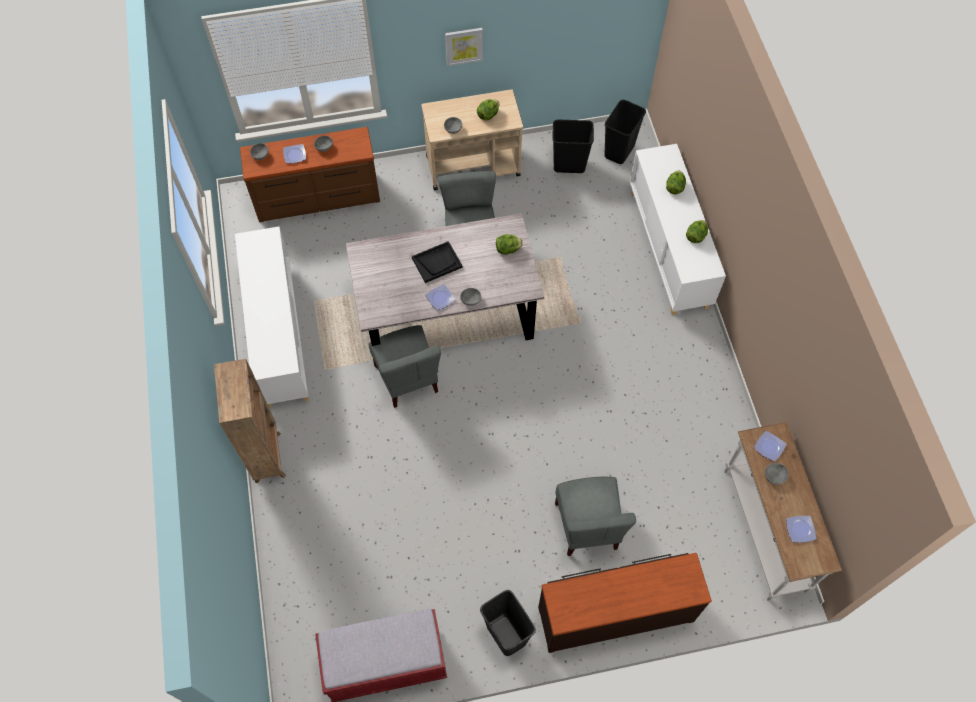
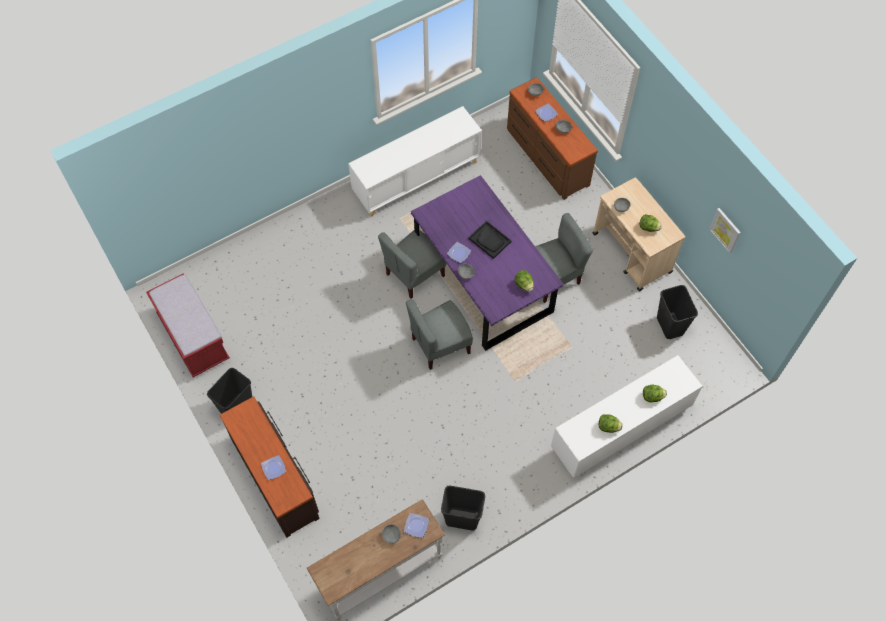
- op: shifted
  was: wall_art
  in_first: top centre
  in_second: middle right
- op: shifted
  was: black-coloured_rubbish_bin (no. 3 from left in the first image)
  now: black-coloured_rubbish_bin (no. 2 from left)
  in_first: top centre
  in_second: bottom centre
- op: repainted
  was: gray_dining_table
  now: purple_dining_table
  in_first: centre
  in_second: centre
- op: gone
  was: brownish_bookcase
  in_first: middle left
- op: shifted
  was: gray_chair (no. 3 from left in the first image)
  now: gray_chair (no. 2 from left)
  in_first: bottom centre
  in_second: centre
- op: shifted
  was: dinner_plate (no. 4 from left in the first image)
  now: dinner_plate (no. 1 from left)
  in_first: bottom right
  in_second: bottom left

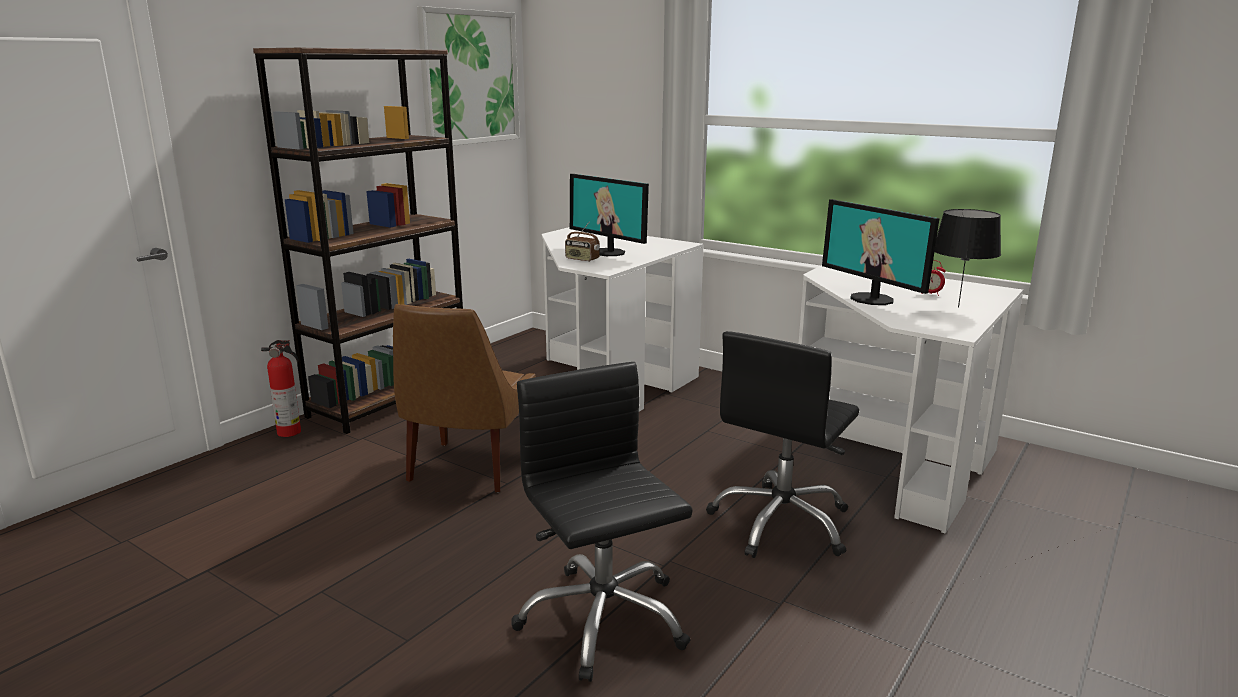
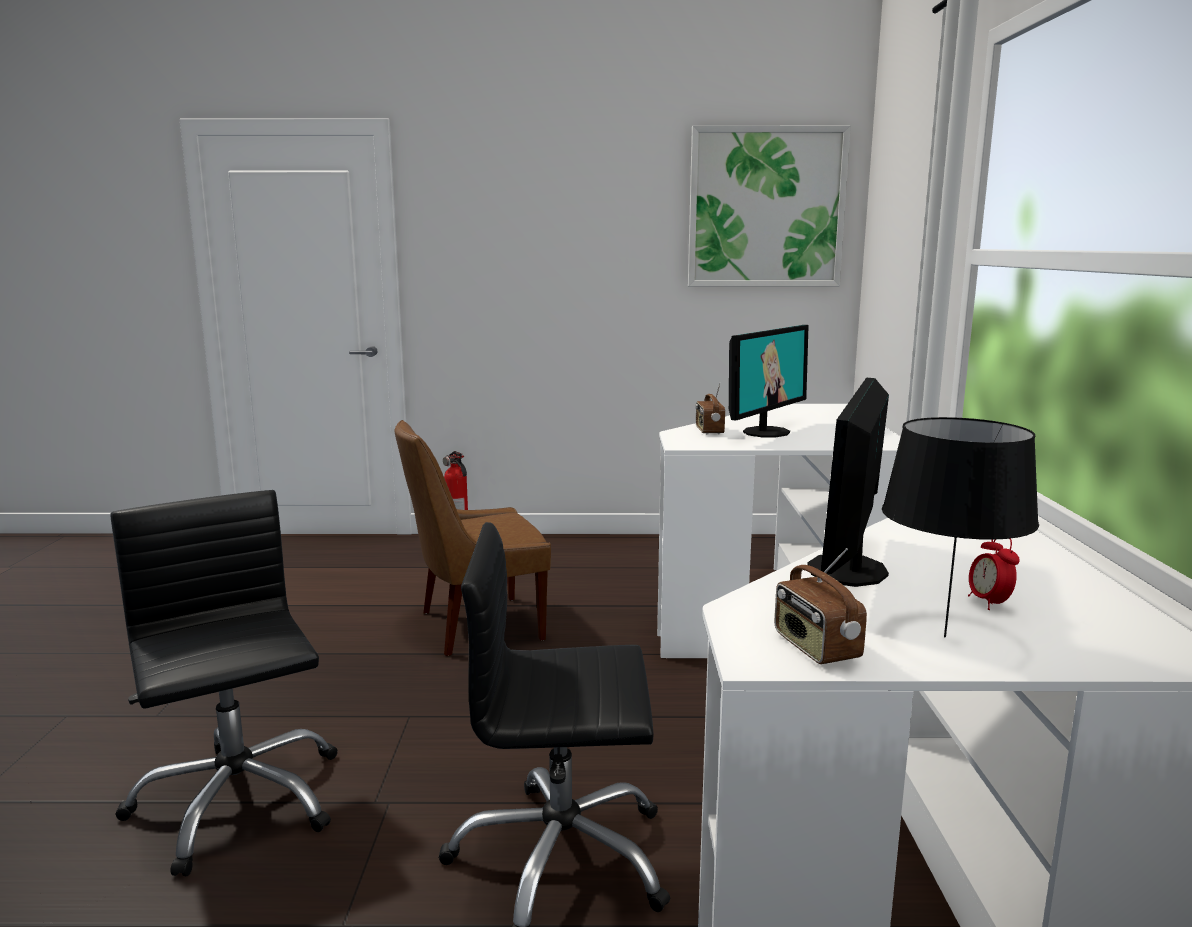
- op: gone
  was: brownish_bookcase
  in_first: middle left
- op: rotated
  was: computer_screen (no. 1 from left)
  in_first: top centre
  in_second: centre
  clockwise: -150
- op: rotated
  was: black-coloured_office_chair (no. 1 from left)
  in_first: bottom centre
  in_second: bottom left
  clockwise: -60
- op: new
  now: radio (no. 2 from left)
  in_second: middle right

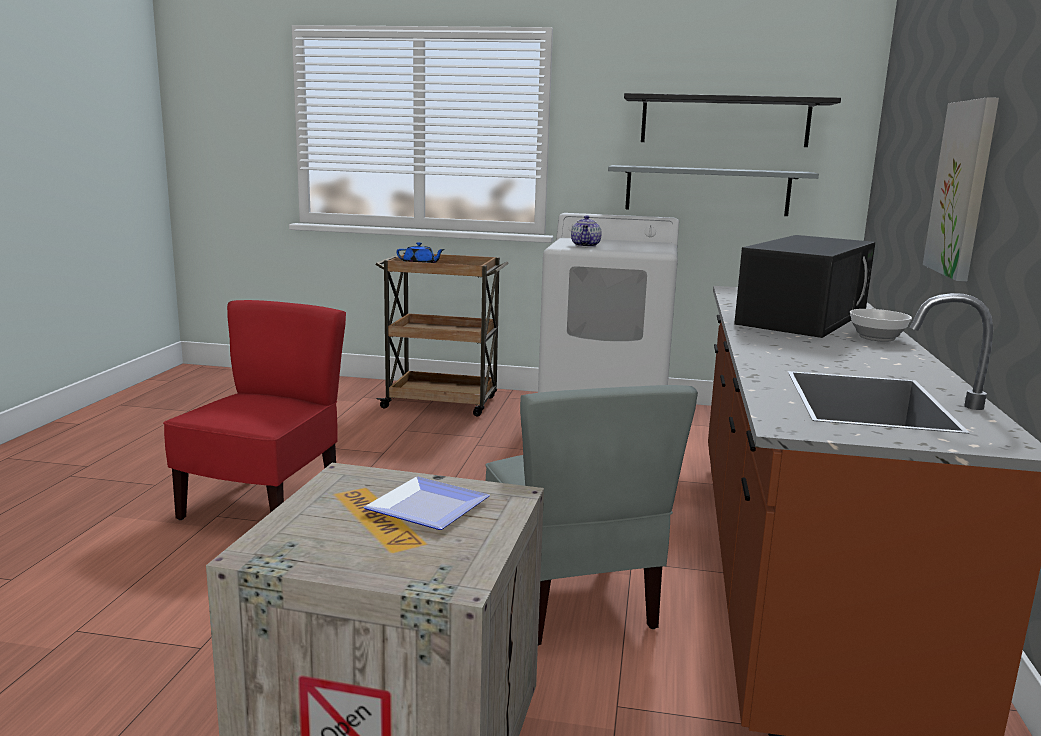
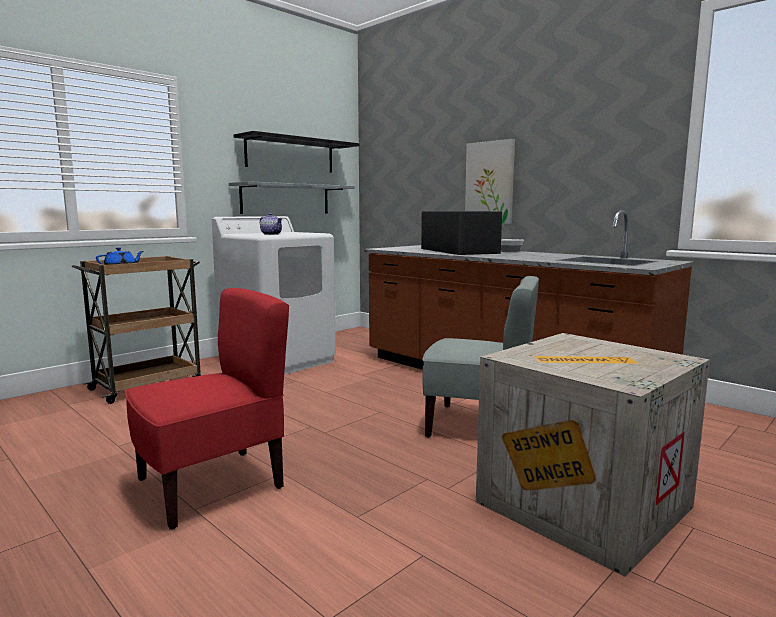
- op: rotated
  was: reddish_chair
  in_first: middle left
  in_second: middle left
  clockwise: 90
- op: gone
  was: dinner_plate
  in_first: bottom centre

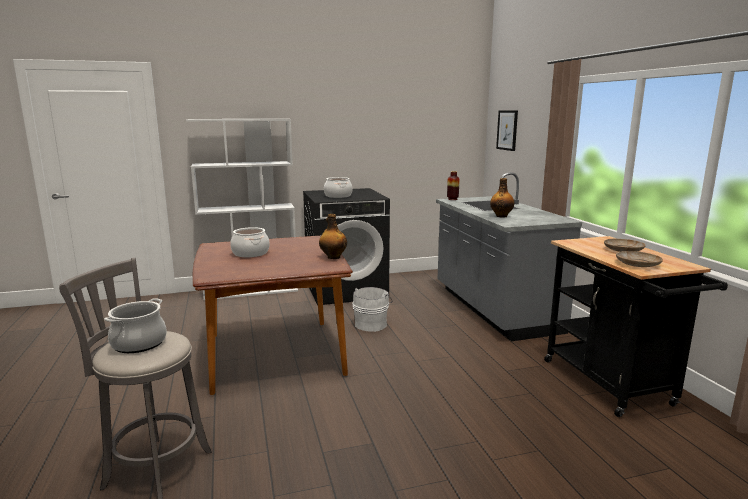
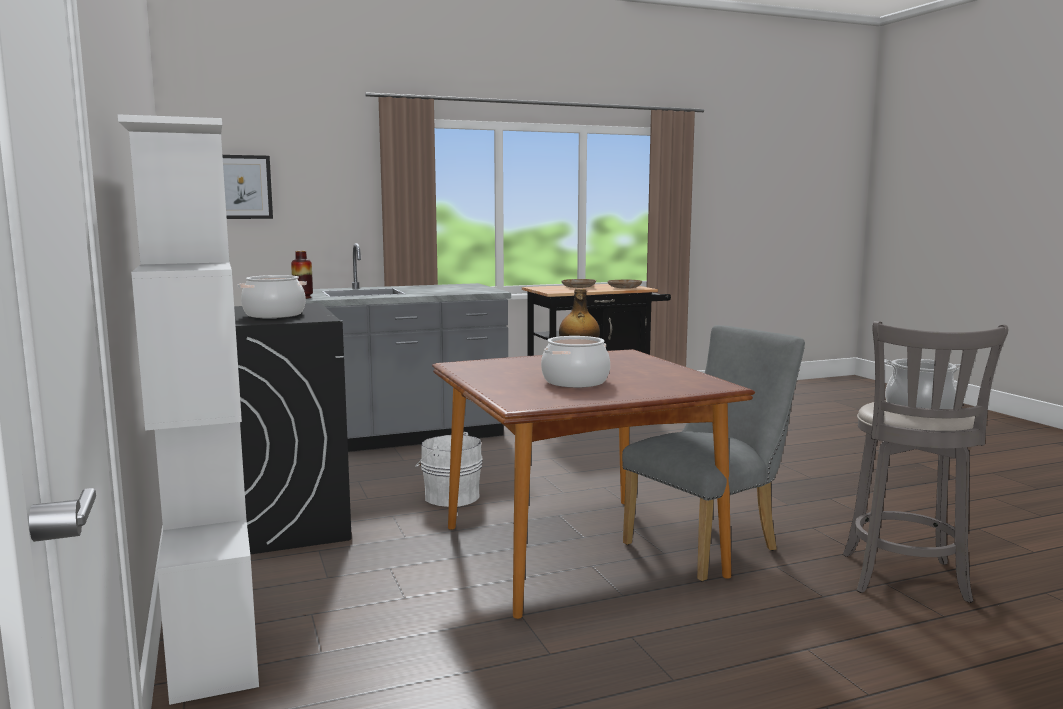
- op: gone
  was: drink_bottle (no. 2 from left)
  in_first: middle right
- op: new
  now: gray_chair
  in_second: middle right

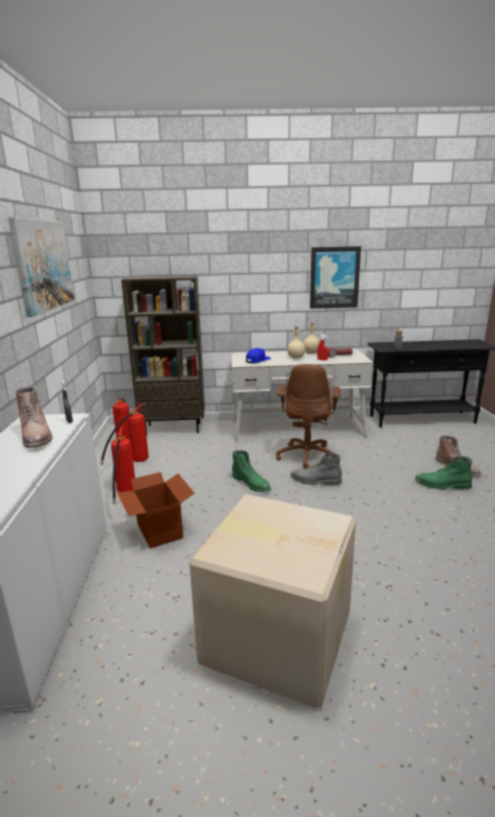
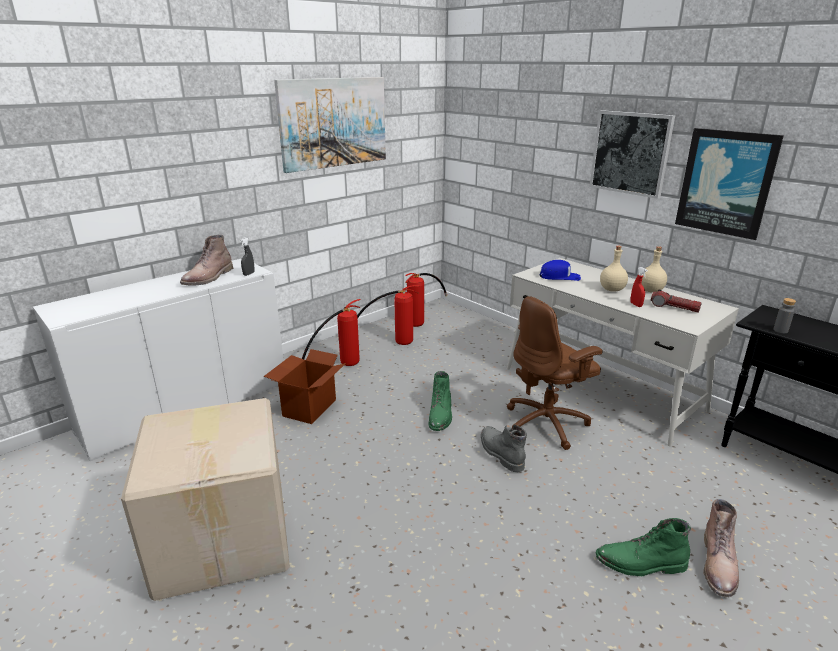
- op: gone
  was: brownish_bookcase
  in_first: middle left
- op: rotated
  was: green_boot (no. 2 from left)
  in_first: middle right
  in_second: bottom right
  clockwise: -60
- op: new
  now: wall_art (no. 2 from left)
  in_second: top right

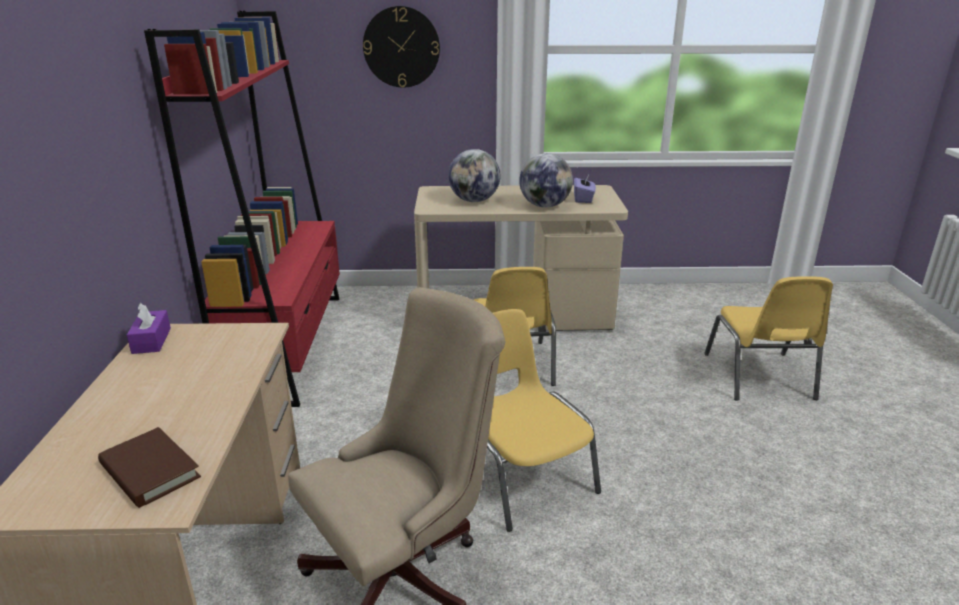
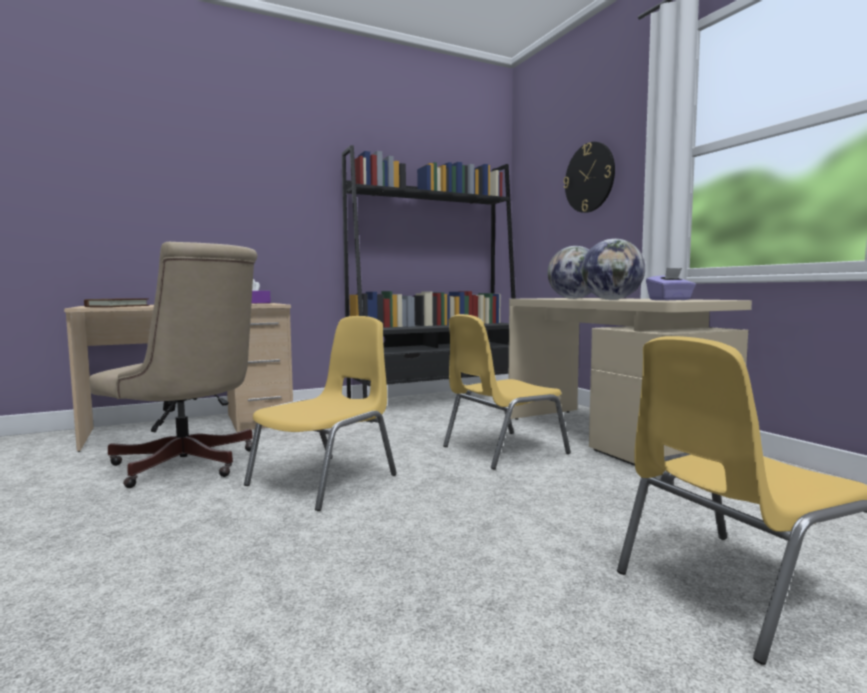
- op: repainted
  was: reddish_bookcase
  now: black-coloured_bookcase
  in_first: middle left
  in_second: centre

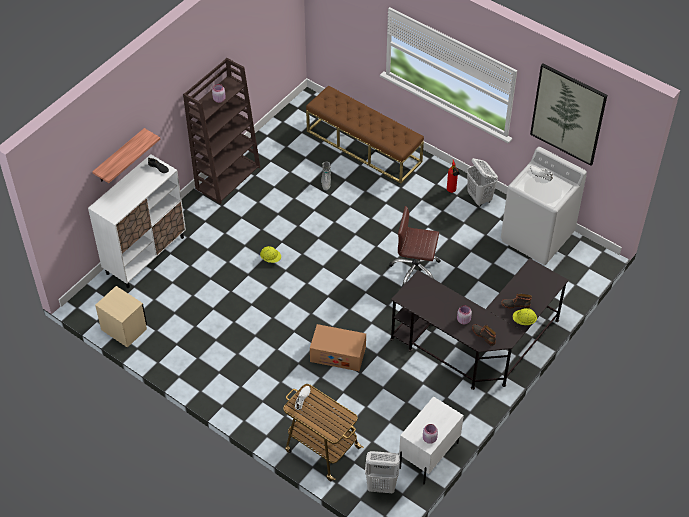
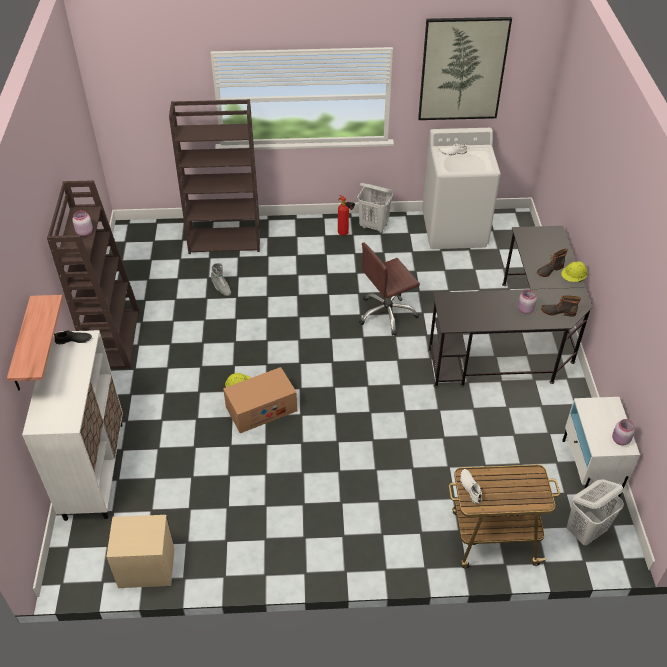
- op: swapped
  was: brownish_long_seat
  now: brownish_bookcase (no. 2 from left)
  in_first: top centre
  in_second: top left
- op: shifted
  was: carton
  in_first: bottom centre
  in_second: centre

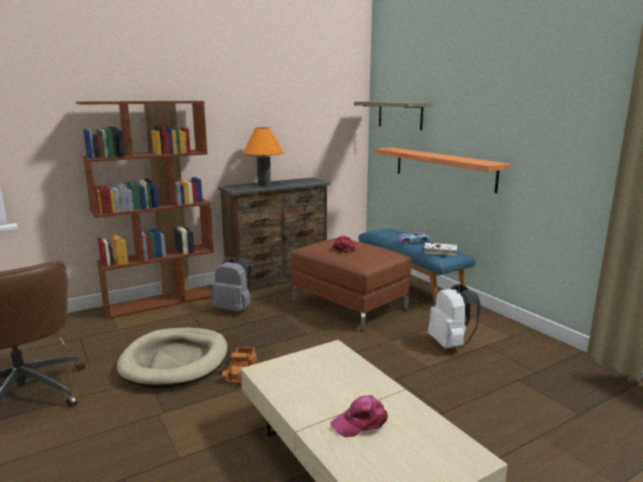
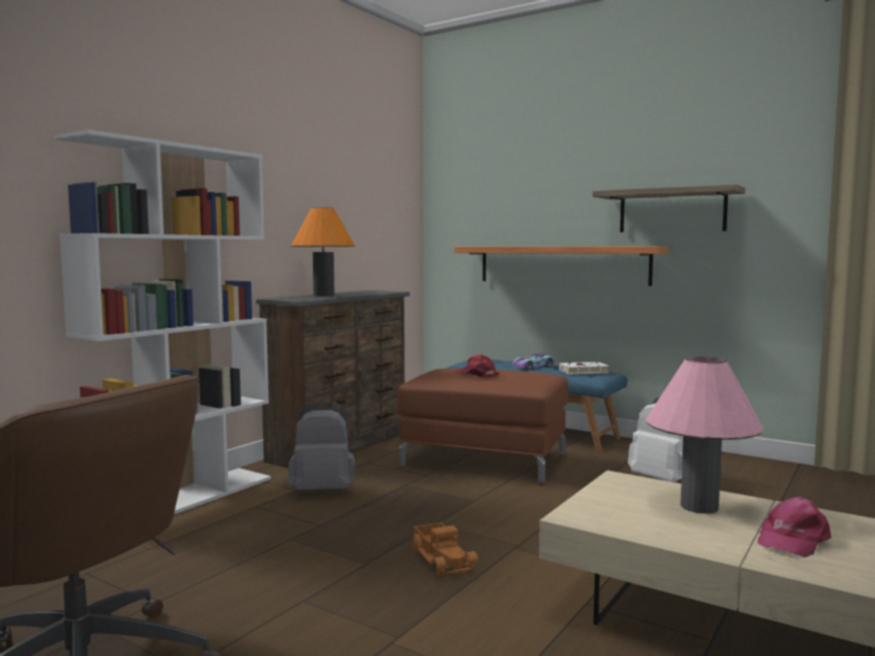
- op: repainted
  was: brownish_bookcase
  now: white_bookcase
  in_first: middle left
  in_second: middle left
- op: shifted
  was: shelf (no. 1 from left in the first image)
  now: shelf (no. 2 from left)
  in_first: top centre
  in_second: top right
- op: gone
  was: beige-coloured_dog_cushion
  in_first: bottom left
- op: new
  now: pink_lamp_for_a_table
  in_second: middle right

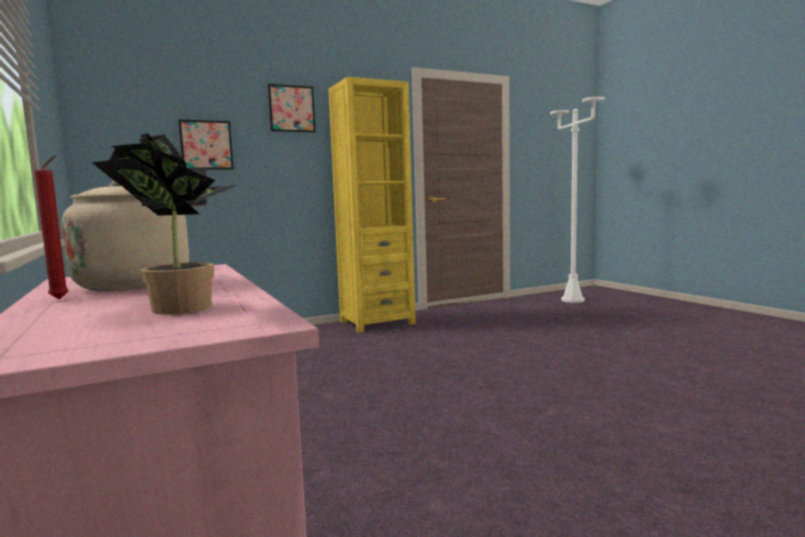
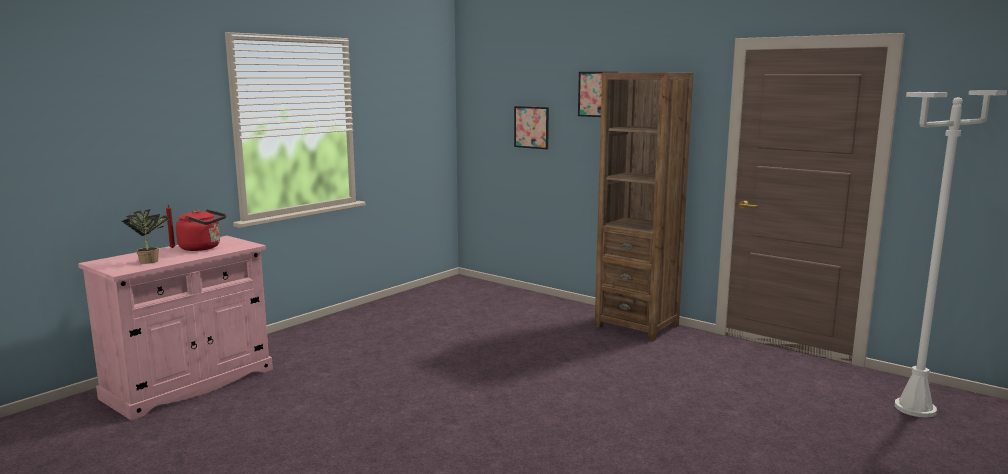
- op: repainted
  was: yellow-coloured_bookcase
  now: brownish_bookcase
  in_first: centre
  in_second: centre
- op: repainted
  was: beige-coloured_tea_kettle
  now: reddish_tea_kettle
  in_first: middle left
  in_second: middle left

